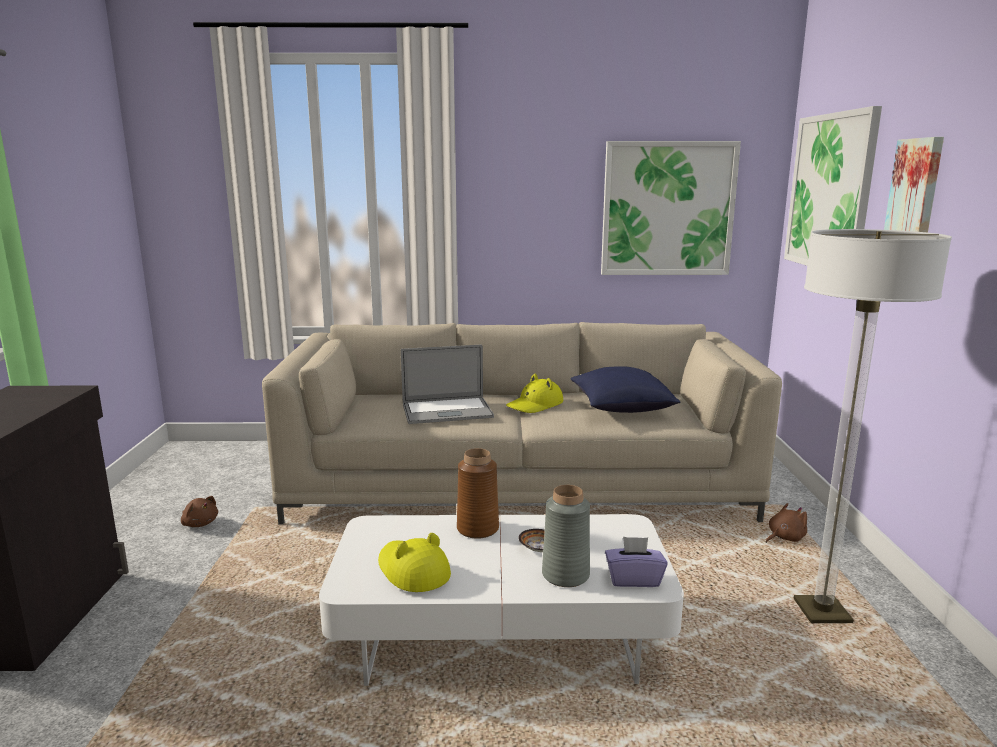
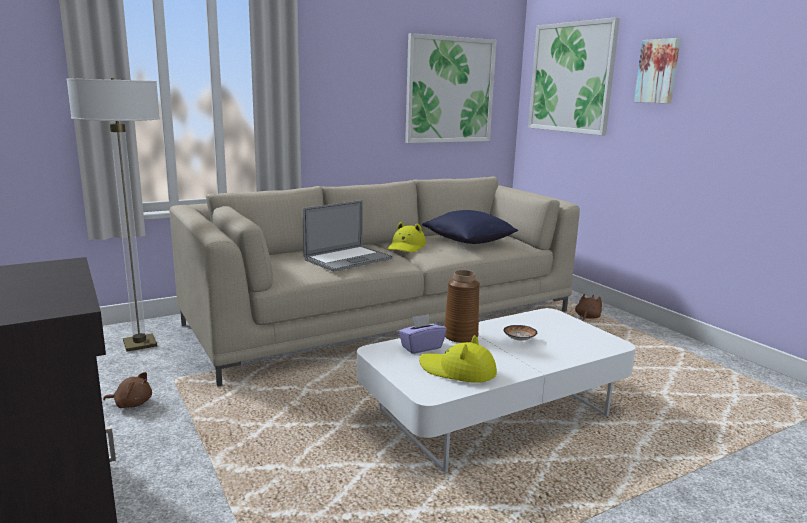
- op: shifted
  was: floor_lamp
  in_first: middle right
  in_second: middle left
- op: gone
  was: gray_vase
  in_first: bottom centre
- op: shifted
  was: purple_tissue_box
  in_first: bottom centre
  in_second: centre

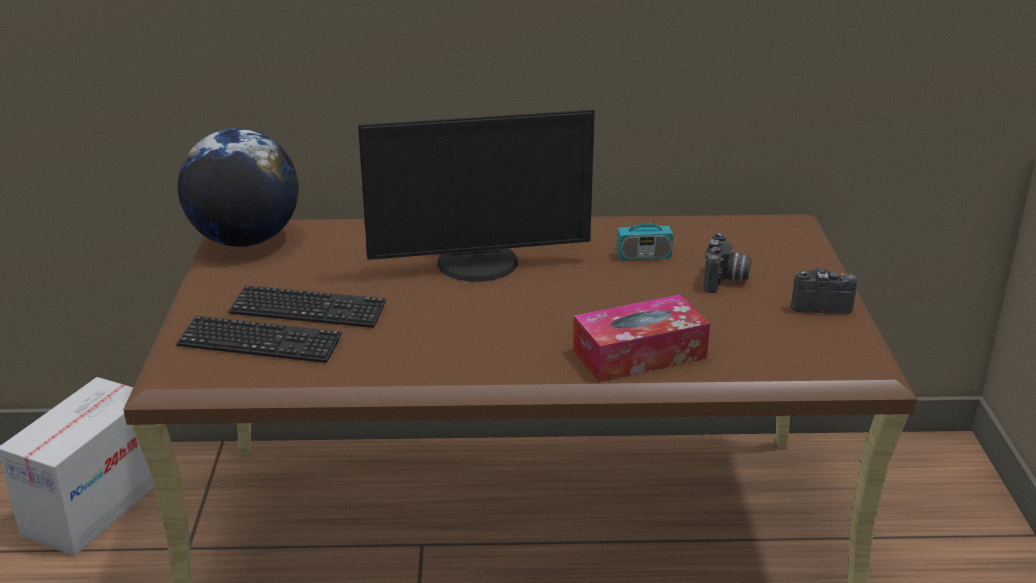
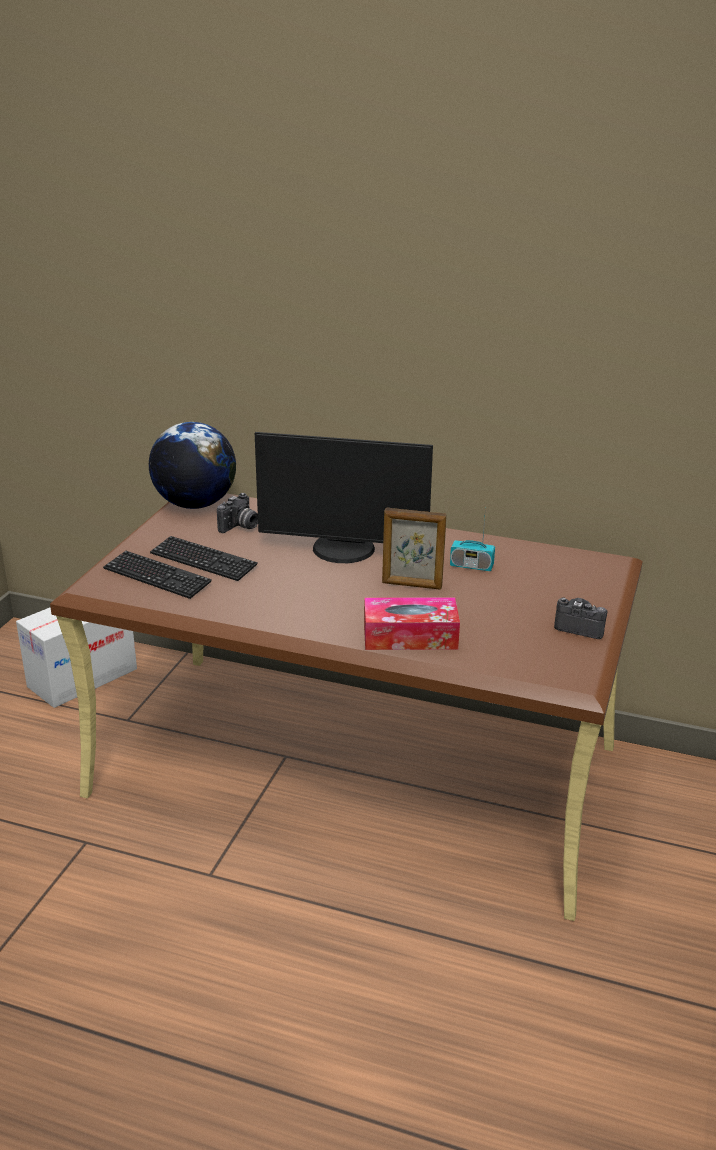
- op: shifted
  was: photo_camera (no. 1 from left)
  in_first: middle right
  in_second: middle left
- op: new
  now: picture_frame
  in_second: centre

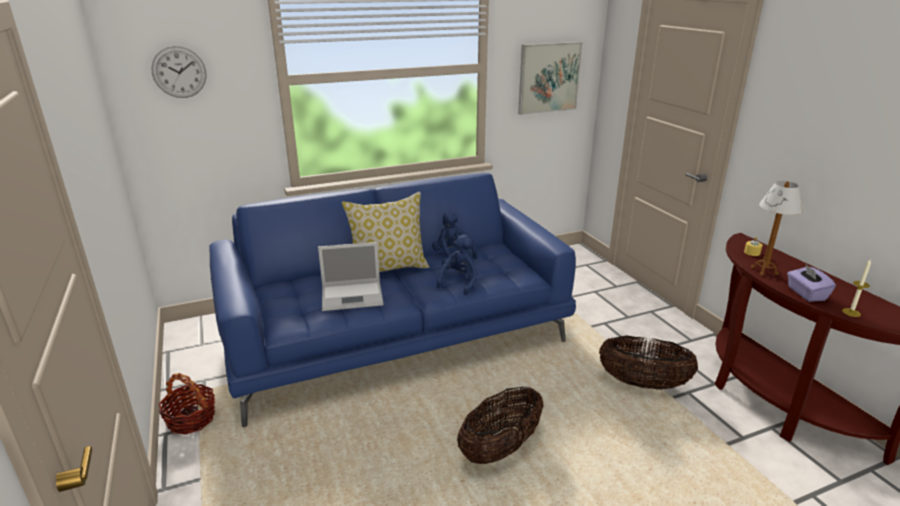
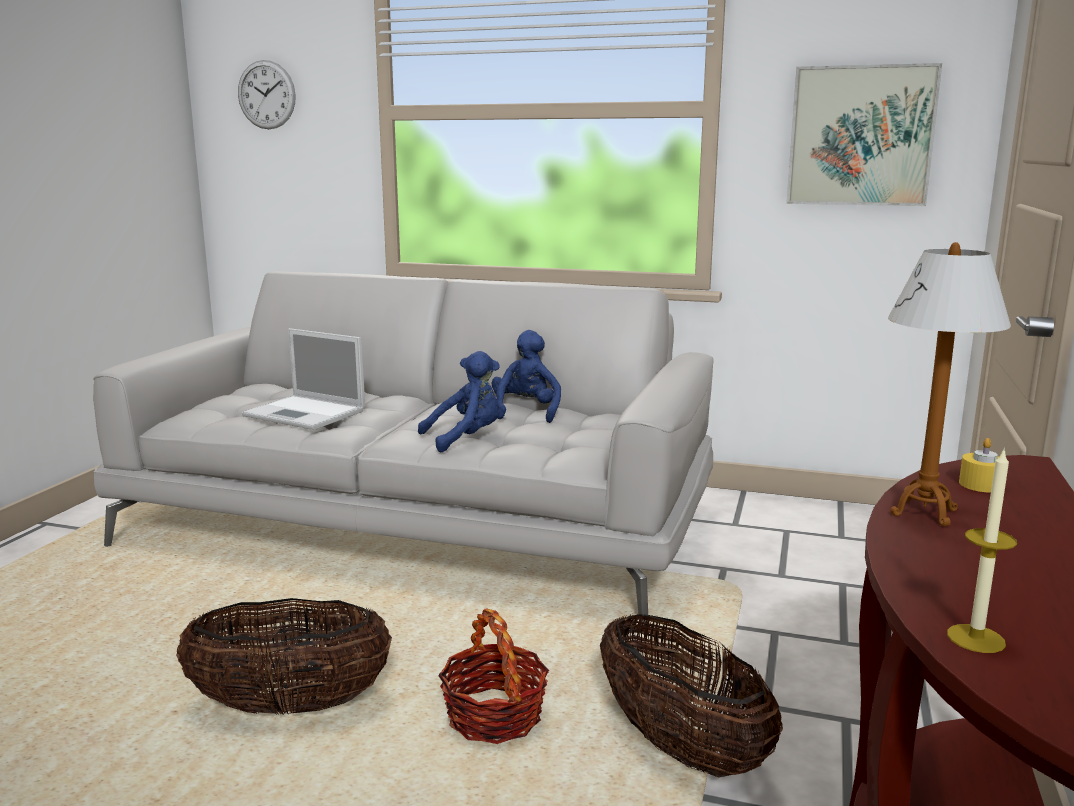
- op: repainted
  was: bluish_settee
  now: gray_settee
  in_first: centre
  in_second: centre
- op: gone
  was: cushion
  in_first: centre
- op: gone
  was: purple_tissue_box
  in_first: middle right
- op: shifted
  was: storage_basket (no. 1 from left in the first image)
  now: storage_basket (no. 2 from left)
  in_first: bottom left
  in_second: bottom centre

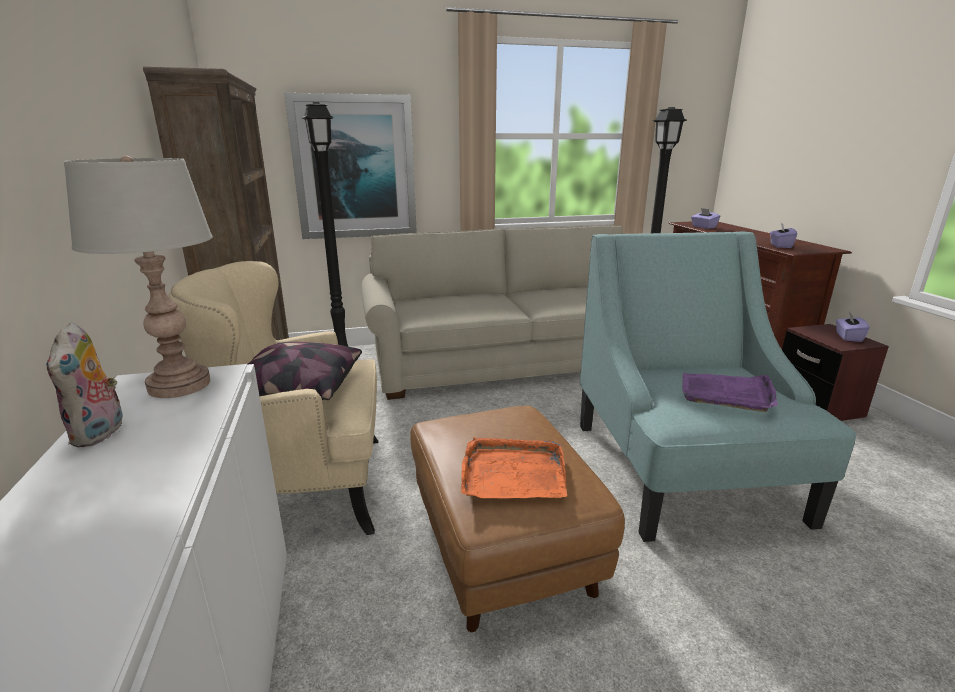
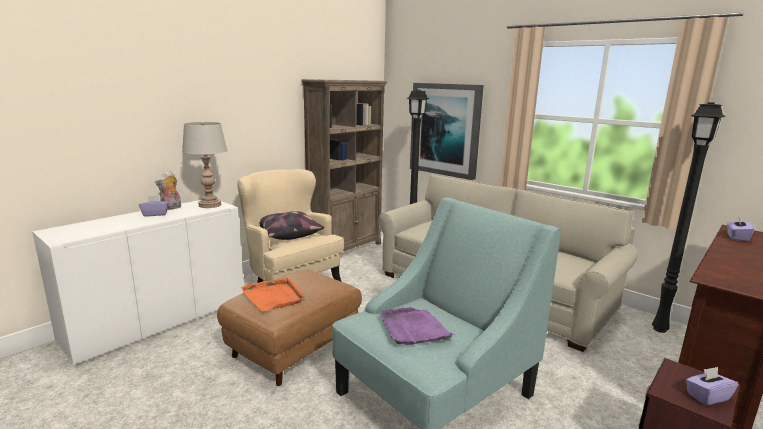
- op: shifted
  was: purple_tissue_box (no. 2 from left in the first image)
  now: purple_tissue_box (no. 1 from left)
  in_first: middle right
  in_second: middle left

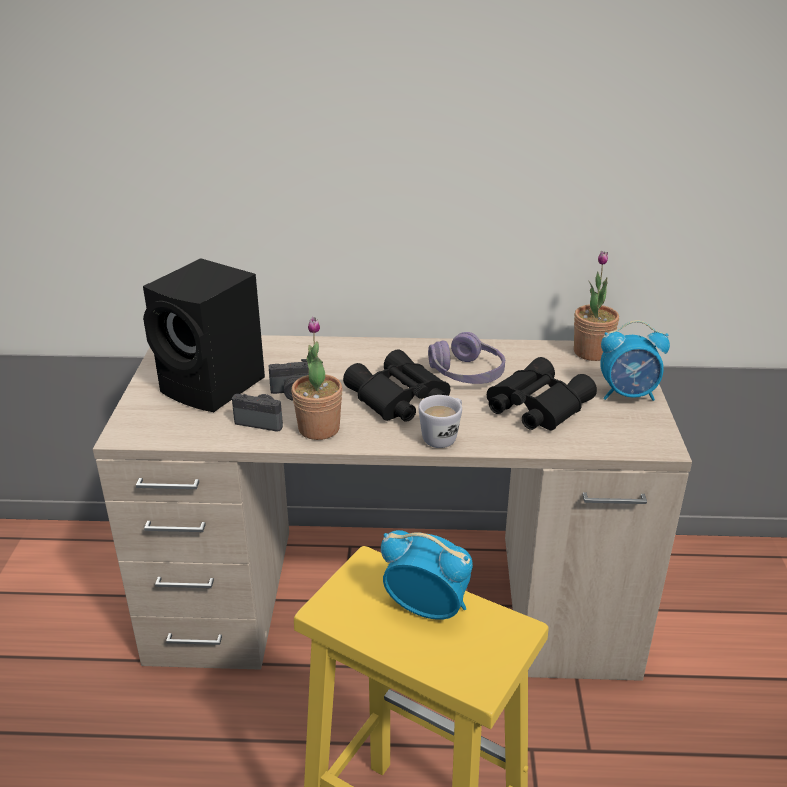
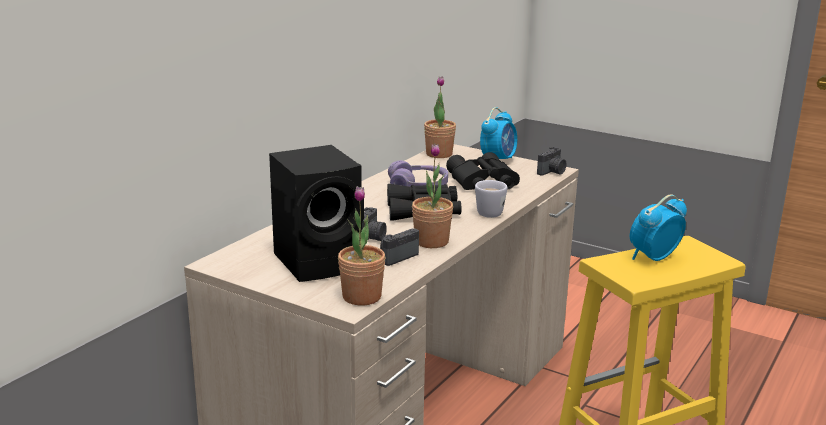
- op: new
  now: photo_camera (no. 3 from left)
  in_second: middle right
- op: new
  now: potted_plant (no. 1 from left)
  in_second: centre

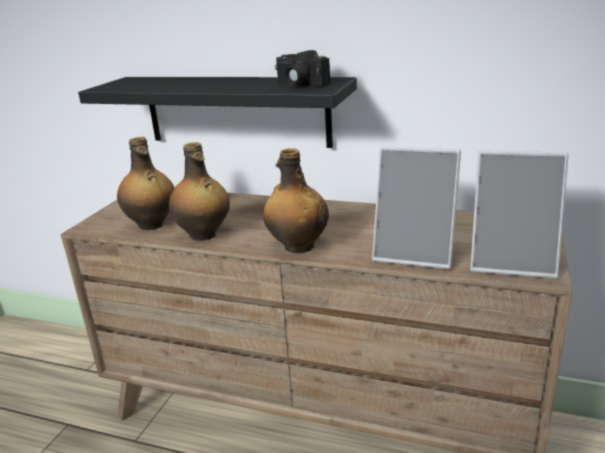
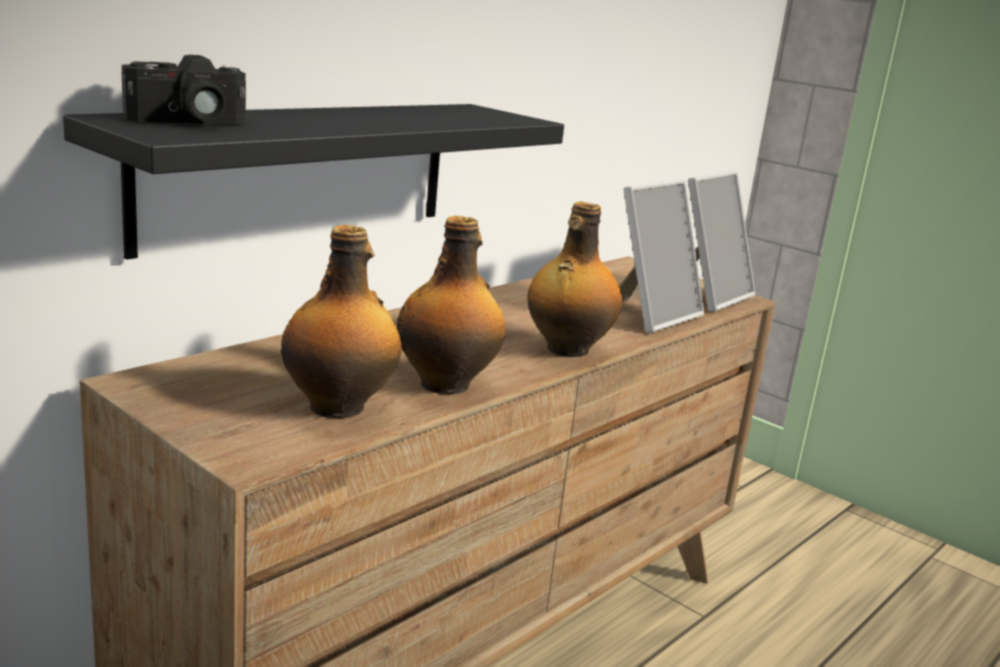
- op: shifted
  was: photo_camera
  in_first: top centre
  in_second: top left

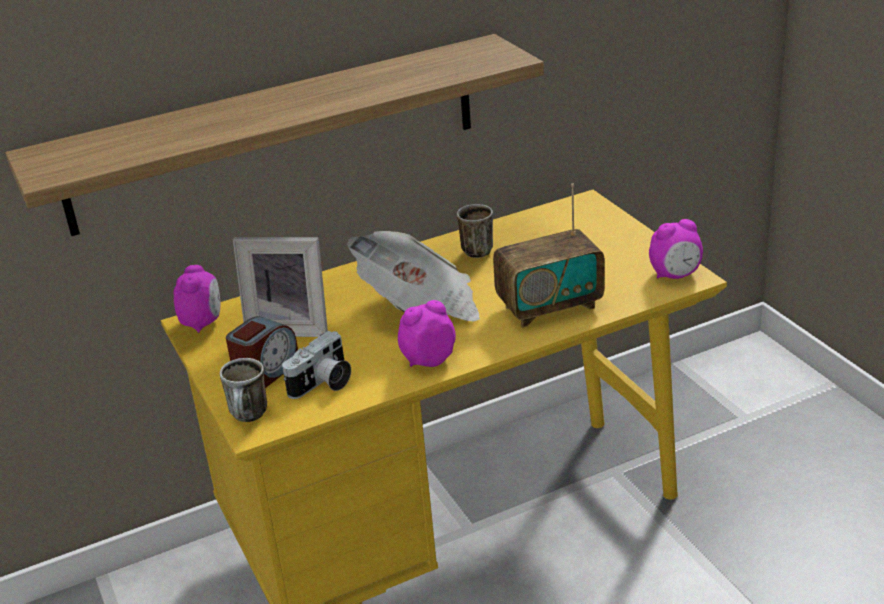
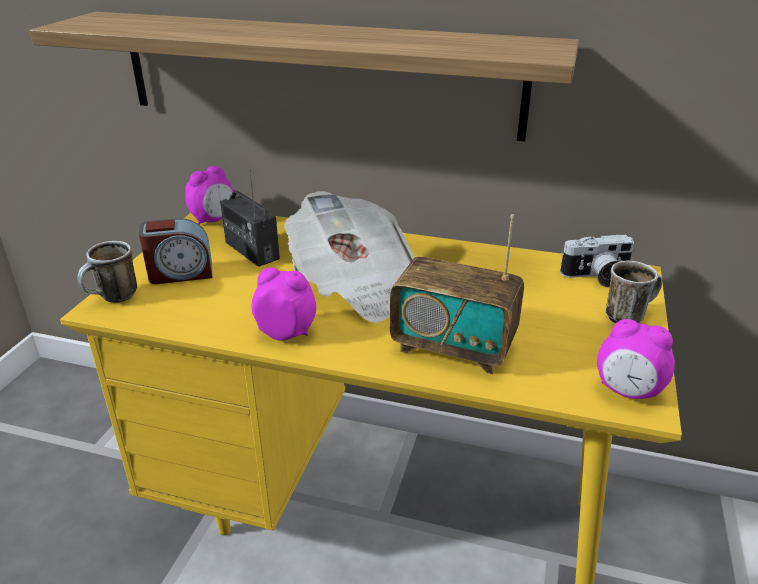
- op: shifted
  was: coffee_mug (no. 2 from left)
  in_first: centre
  in_second: middle right
- op: swapped
  was: picture_frame
  now: radio (no. 1 from left)
  in_first: middle left
  in_second: middle left
- op: shifted
  was: photo_camera
  in_first: centre
  in_second: middle right

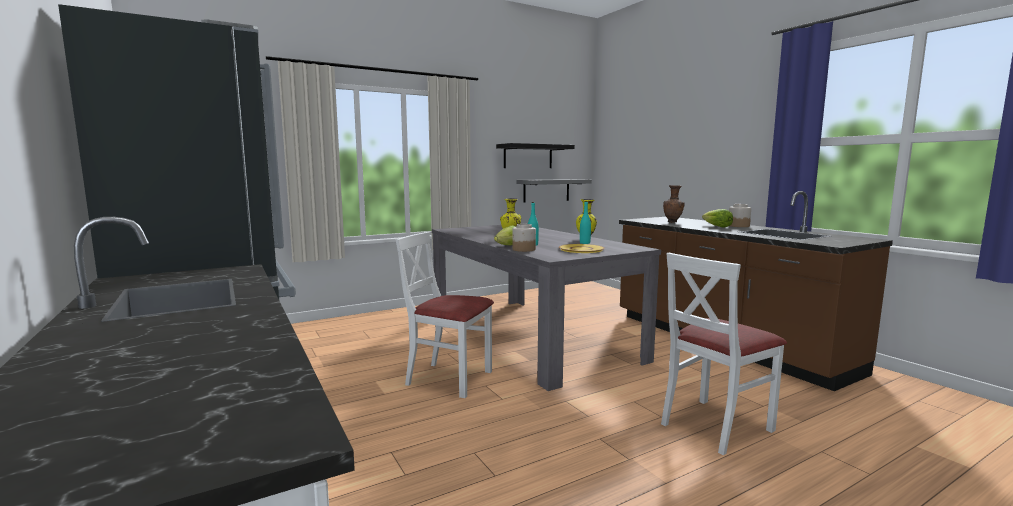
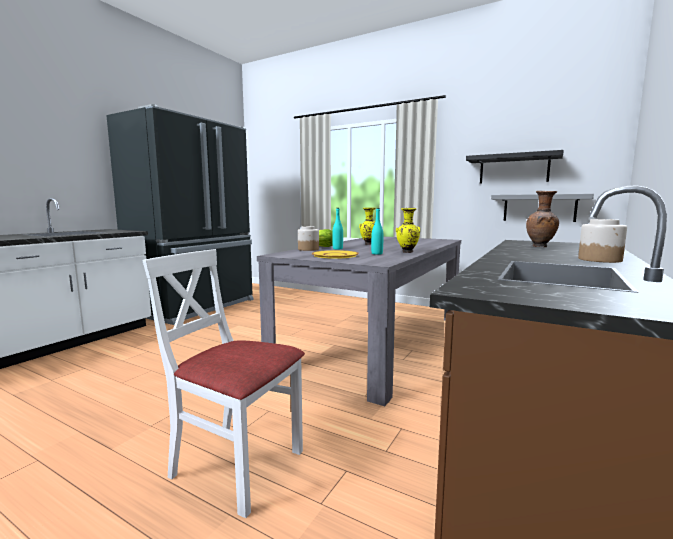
- op: gone
  was: lettuce (no. 2 from left)
  in_first: middle right
- op: gone
  was: white_chair (no. 1 from left)
  in_first: centre

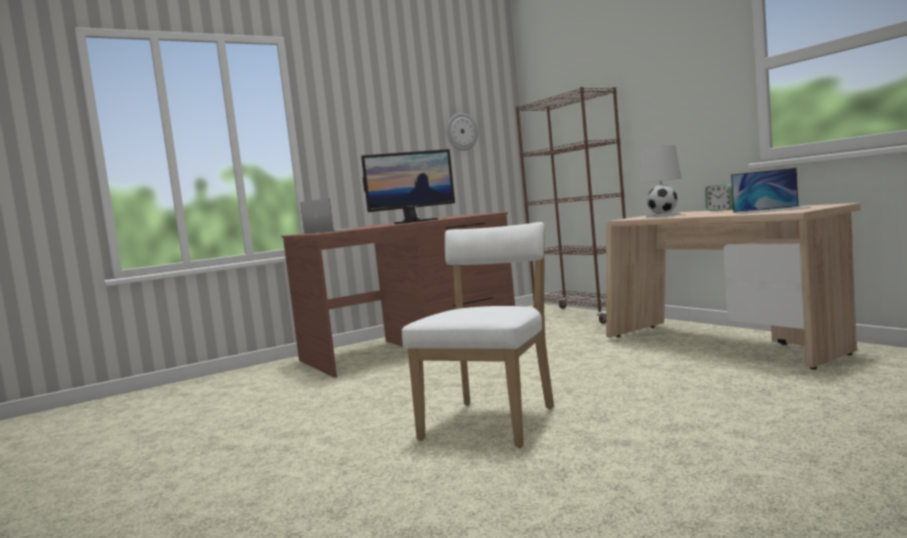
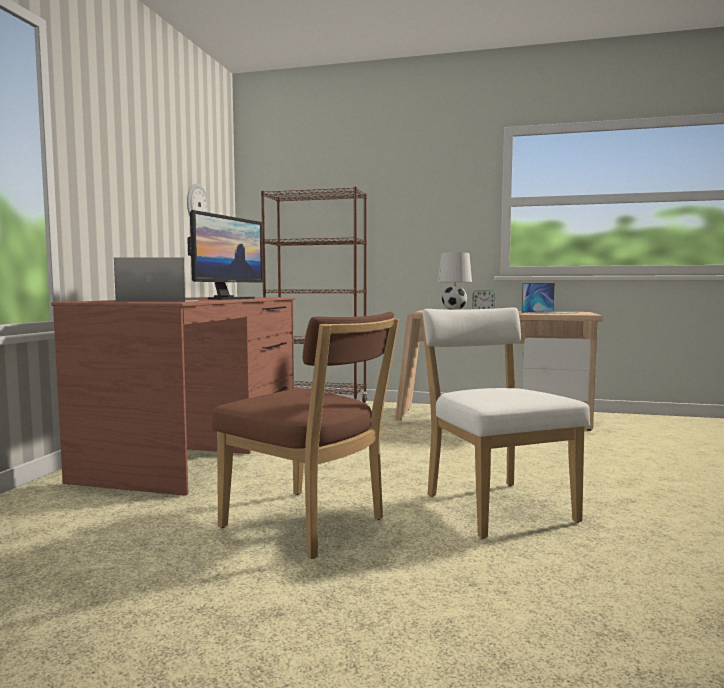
- op: new
  now: brownish_chair
  in_second: centre

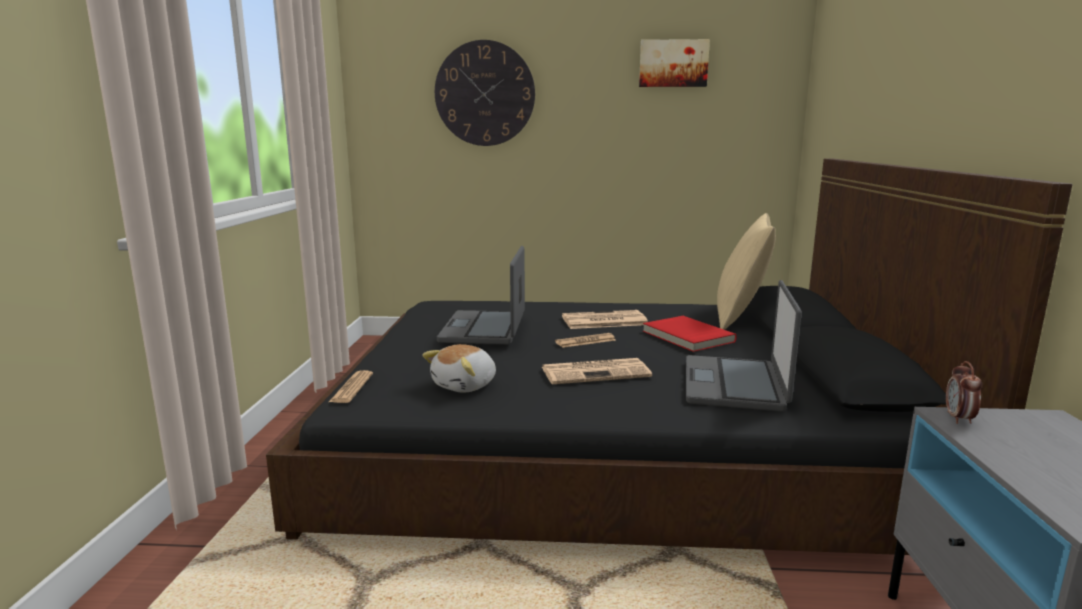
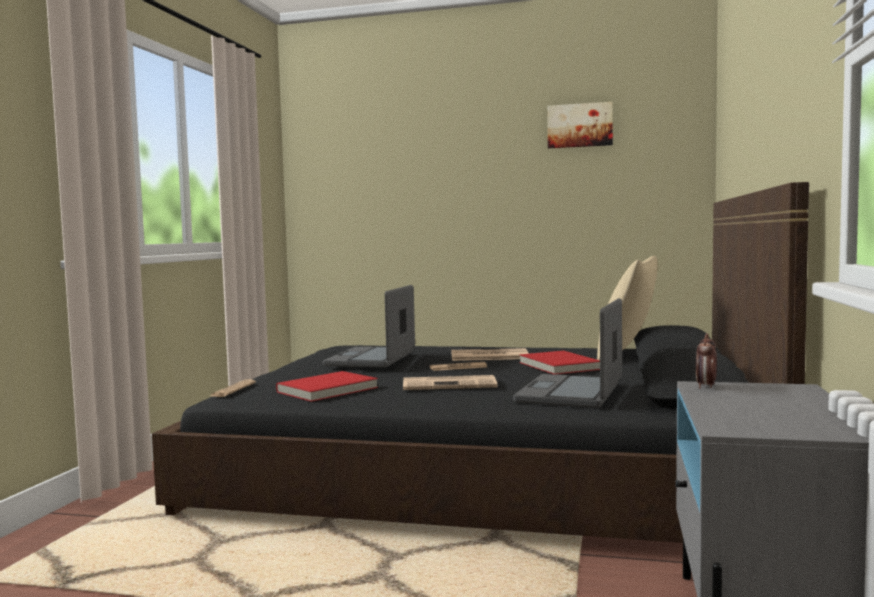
- op: gone
  was: clock_on_the_wall
  in_first: top centre
- op: swapped
  was: soft_toy
  now: reddish_volume (no. 1 from left)
  in_first: centre
  in_second: centre

